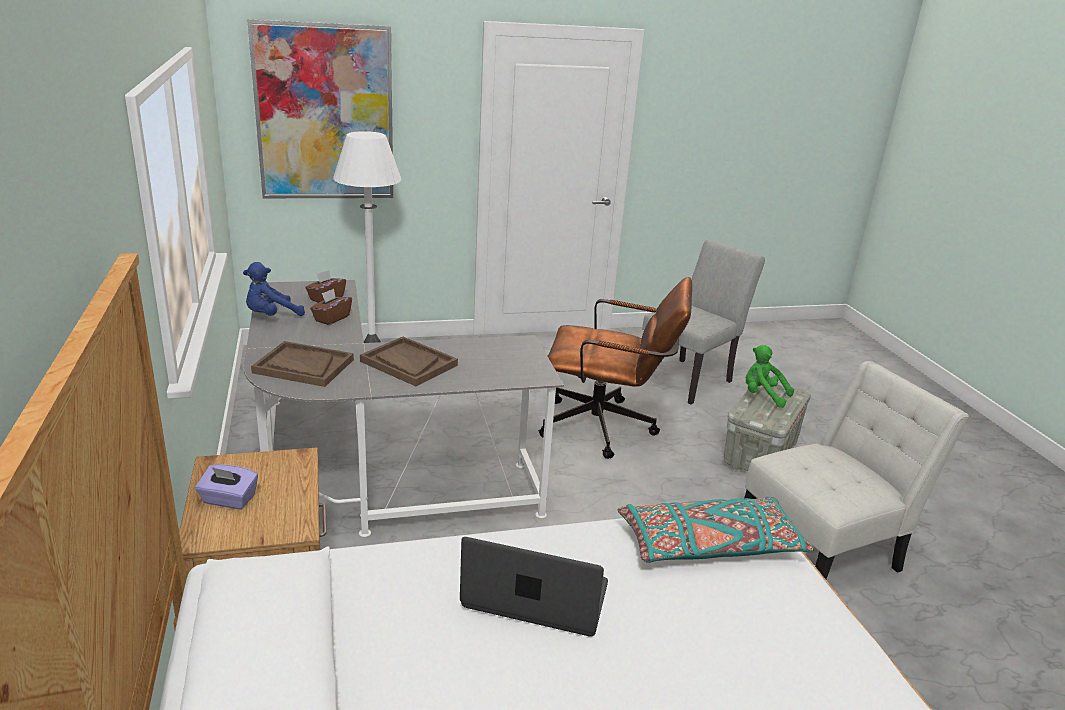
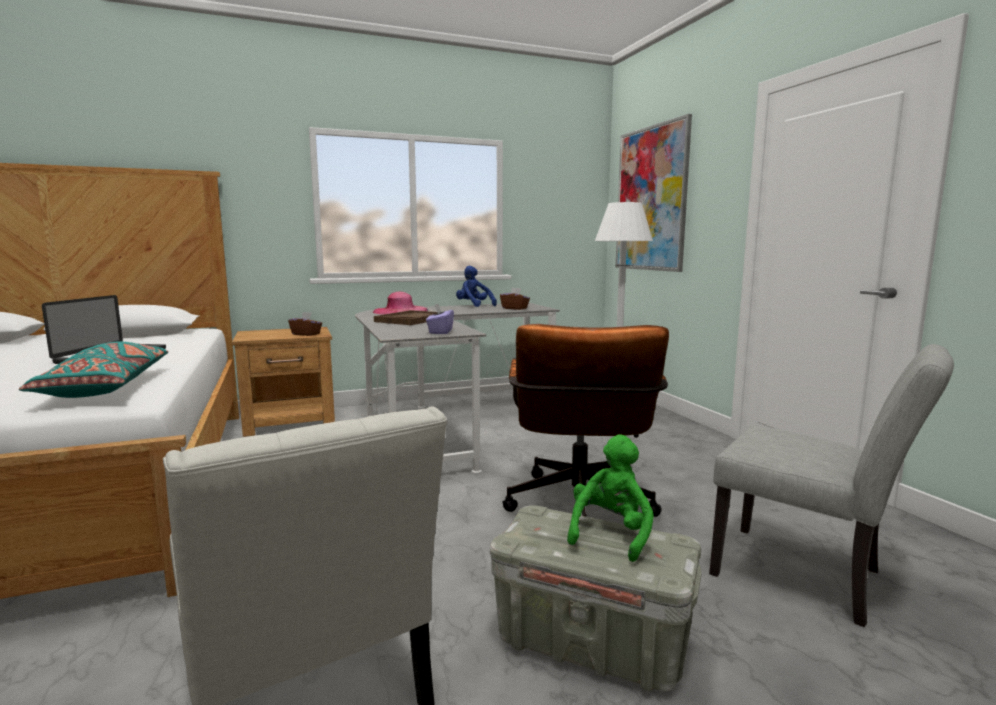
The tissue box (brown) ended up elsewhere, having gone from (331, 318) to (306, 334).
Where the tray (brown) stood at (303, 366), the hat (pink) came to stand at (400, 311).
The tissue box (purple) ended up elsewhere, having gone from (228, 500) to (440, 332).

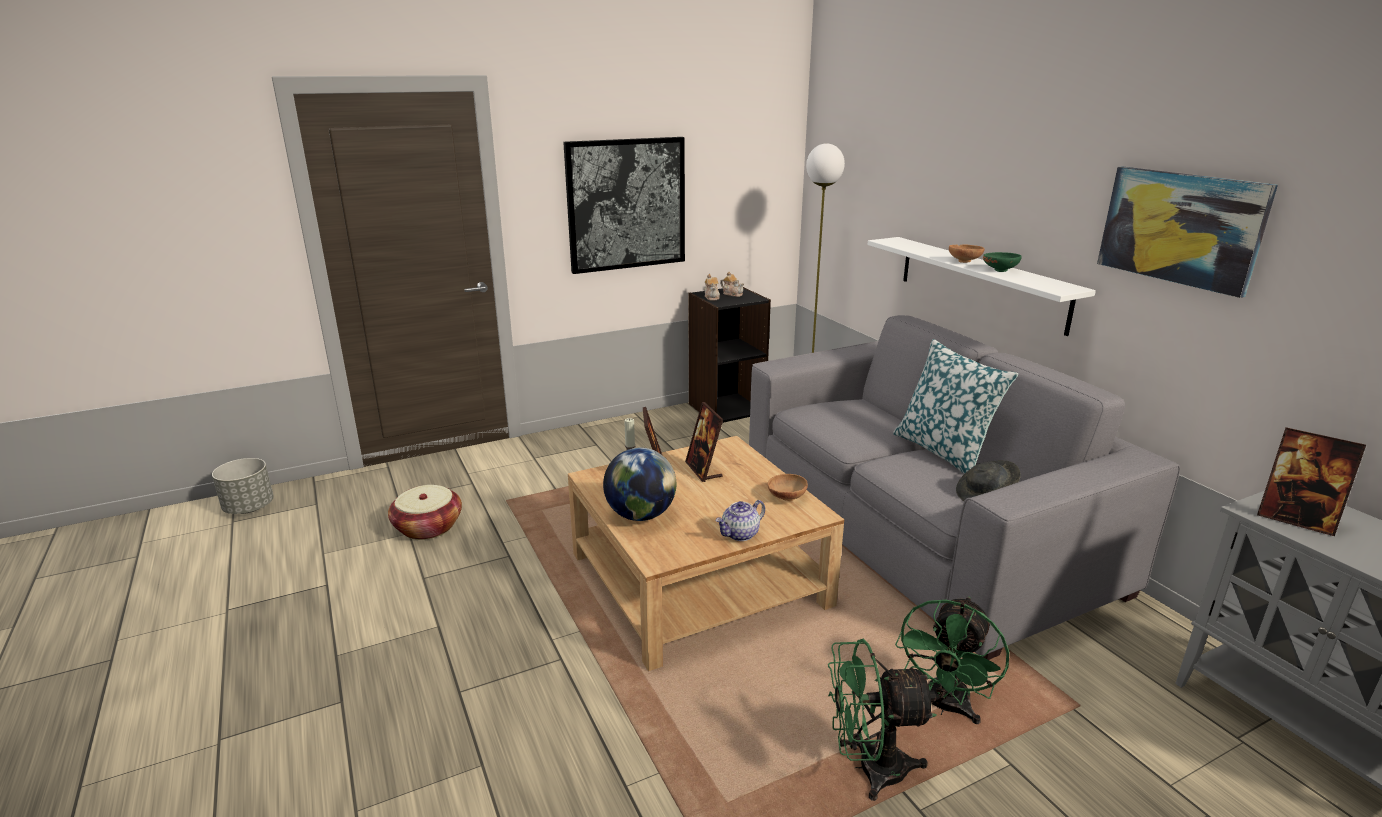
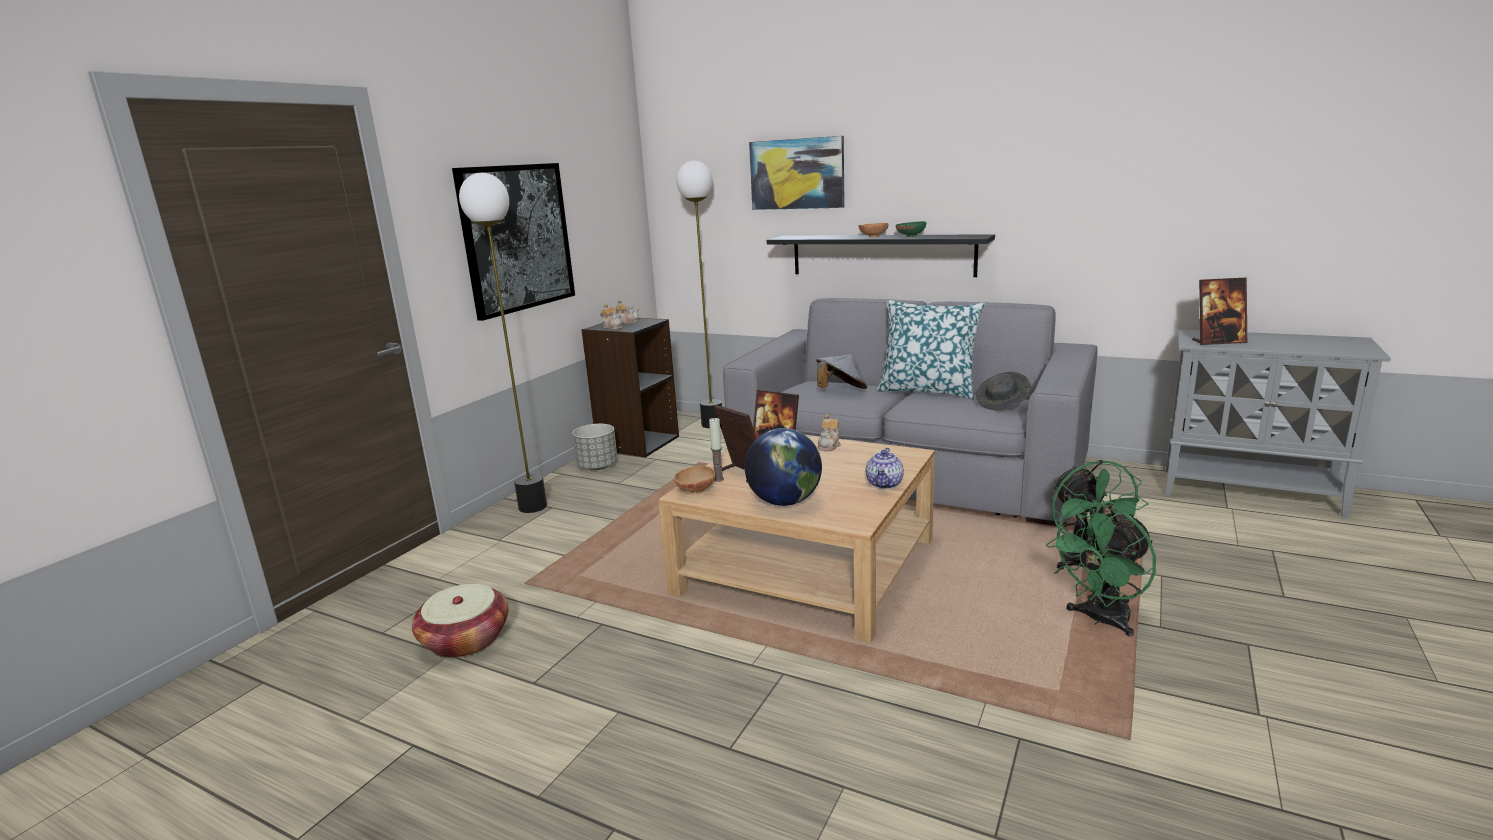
The second view gained the floor lamp at (532, 507).
The planter (grey) ended up elsewhere, having gone from (249, 508) to (598, 466).
The bowl (brown) ended up elsewhere, having gone from (786, 497) to (695, 491).
The picture ended up elsewhere, having gone from (1180, 228) to (797, 174).
What was the shelf (white) at (980, 282) turned into the shelf (black) at (881, 255).
The second view gained the hat (grey) at (841, 391).
The second view gained the teapot at (829, 445).

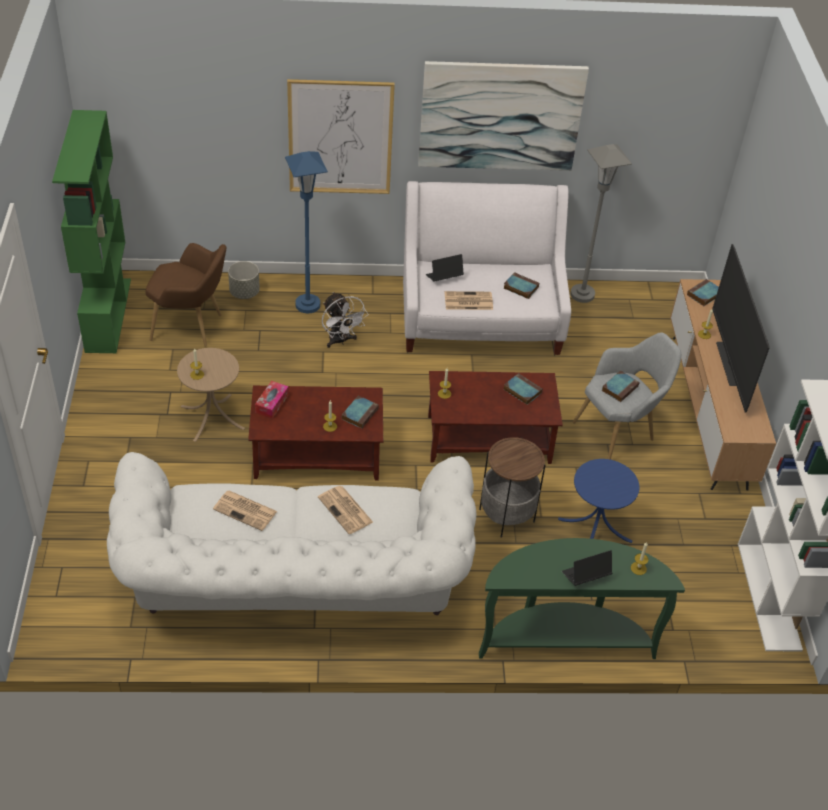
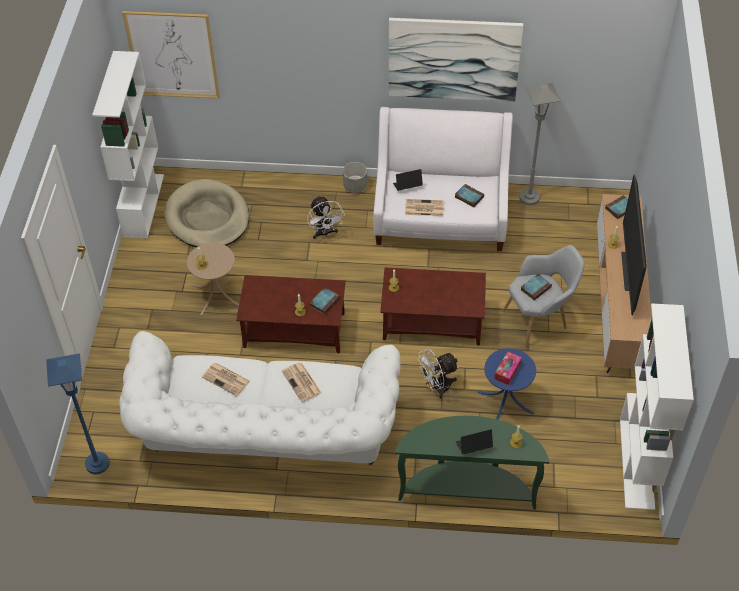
The floor lamp (blue) ended up elsewhere, having gone from (307, 305) to (97, 464).
What was the bookcase (green) at (107, 314) turned into the bookcase (white) at (143, 205).
The picture ended up elsewhere, having gone from (340, 137) to (172, 55).
Where the armchair (brown) stood at (191, 327), the dog bed (beige) came to stand at (208, 218).
The planter (grey) ended up elsewhere, having gone from (244, 292) to (355, 186).
Where the side table stood at (506, 515), the fan (white) came to stand at (437, 387).
The tissue box ended up elsewhere, having gone from (272, 403) to (507, 371).
The second view lost the book at (521, 391).

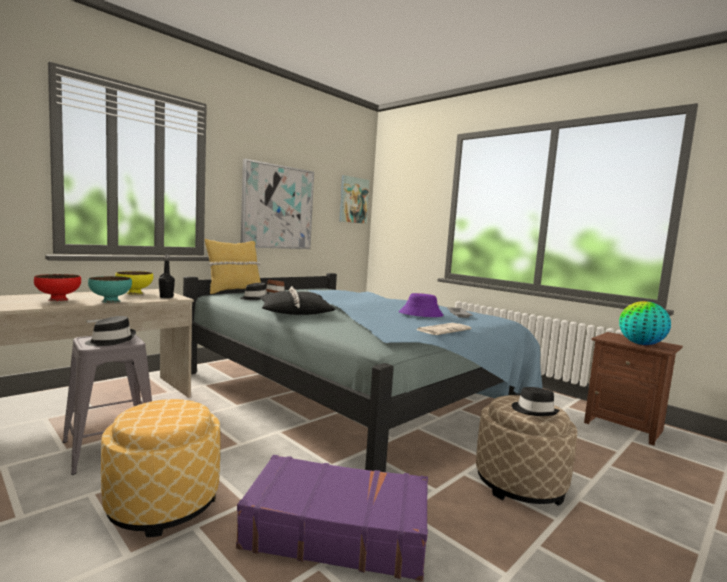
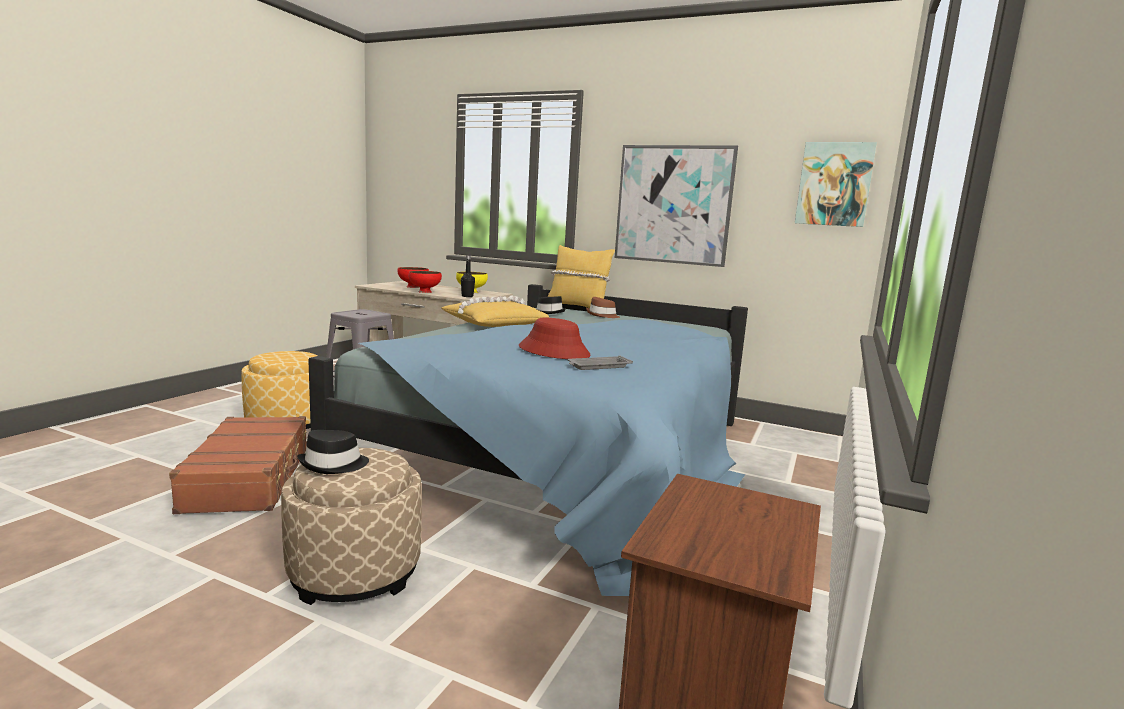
What was the suitcase (purple) at (336, 530) turned into the suitcase (brown) at (250, 478).
What was the bowl (turquoise) at (110, 301) turned into the bowl (red) at (425, 291).
What was the pillow (black) at (294, 312) turned into the pillow (yellow) at (493, 323).
What was the hat (purple) at (421, 314) turned into the hat (red) at (554, 351).
The second view lost the hat (black) at (110, 340).
The second view lost the newspaper at (443, 330).
The second view lost the globe at (640, 344).

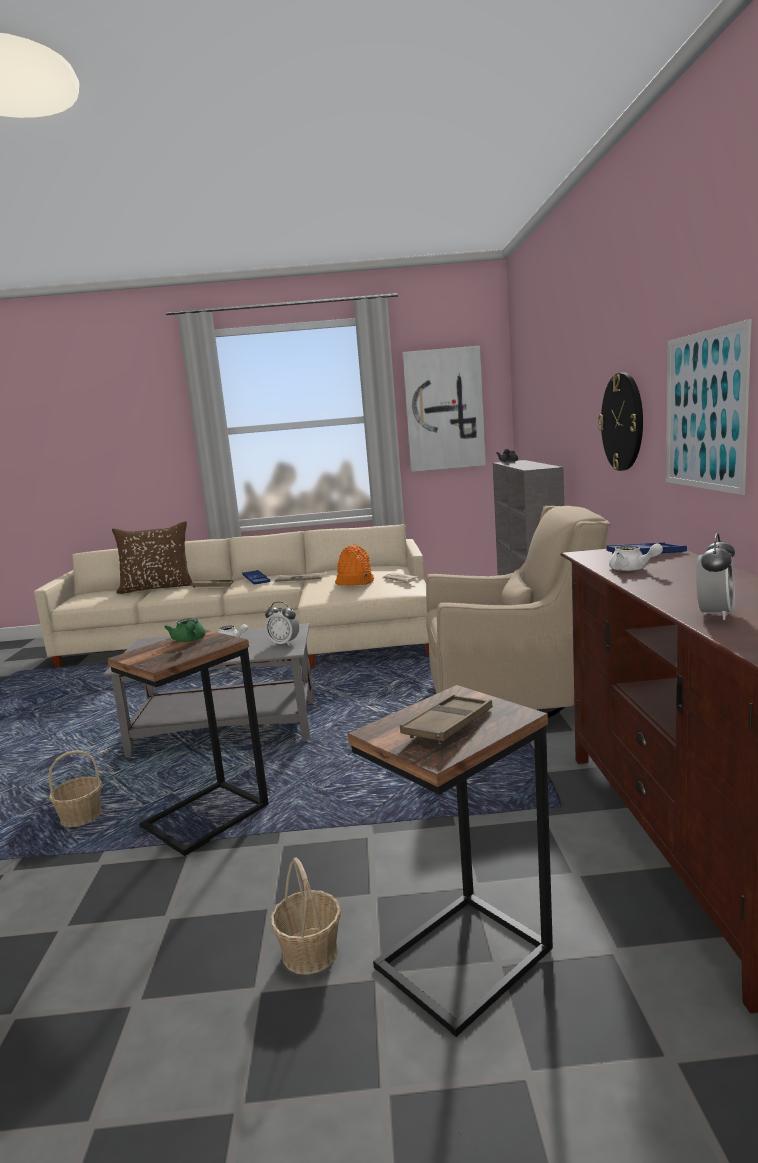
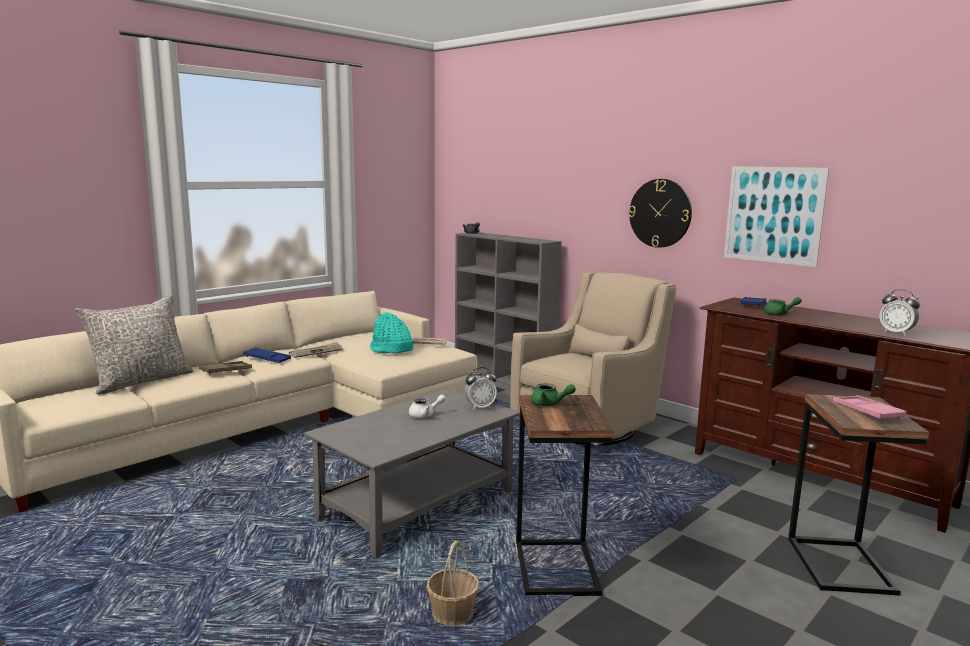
What was the pillow (brown) at (157, 588) turned into the pillow (grey) at (141, 381).
What was the hat (orange) at (354, 582) turned into the hat (turquoise) at (391, 349).
What was the teapot (white) at (632, 569) turned into the teapot (green) at (779, 314).
What was the tray (brown) at (448, 725) turned into the tray (pink) at (867, 412).
The alarm clock at (715, 614) ended up facing another way, 150 degrees clockwise from before.
The second view lost the basket at (310, 952).
The second view lost the picture at (444, 409).

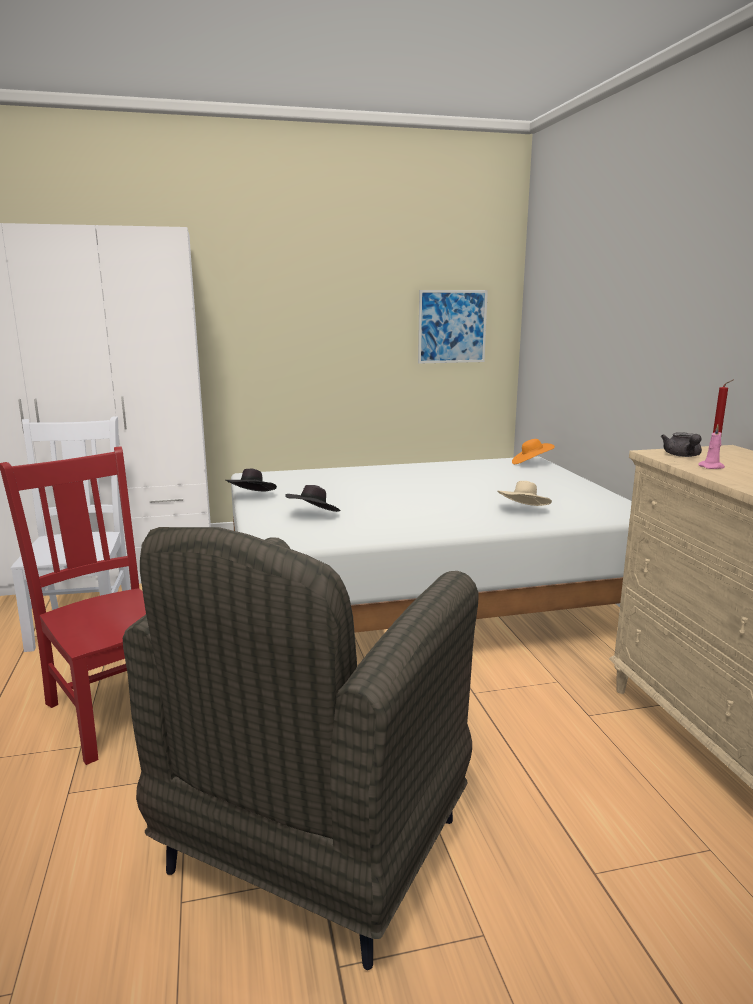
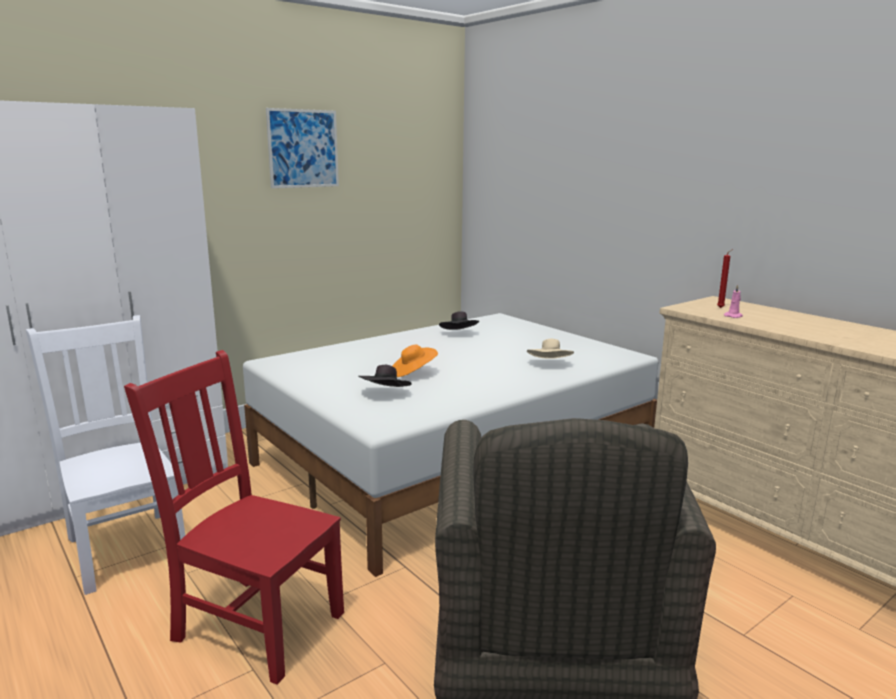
The picture ended up elsewhere, having gone from (452, 326) to (303, 148).
The hat (orange) ended up elsewhere, having gone from (531, 463) to (413, 373).
The hat (black) ended up elsewhere, having gone from (252, 497) to (459, 334).
The second view lost the teapot (grey) at (683, 456).

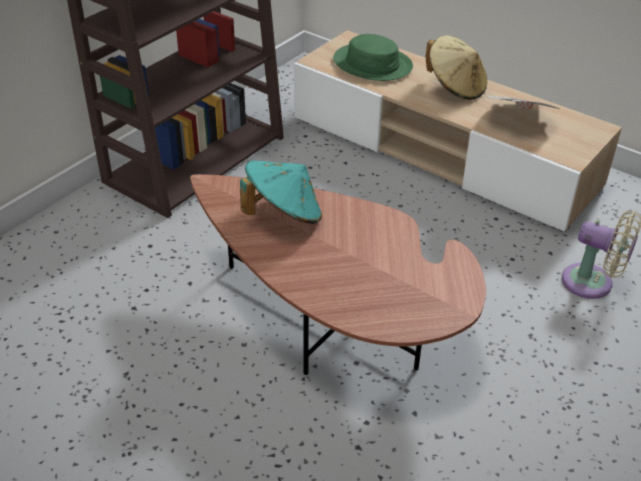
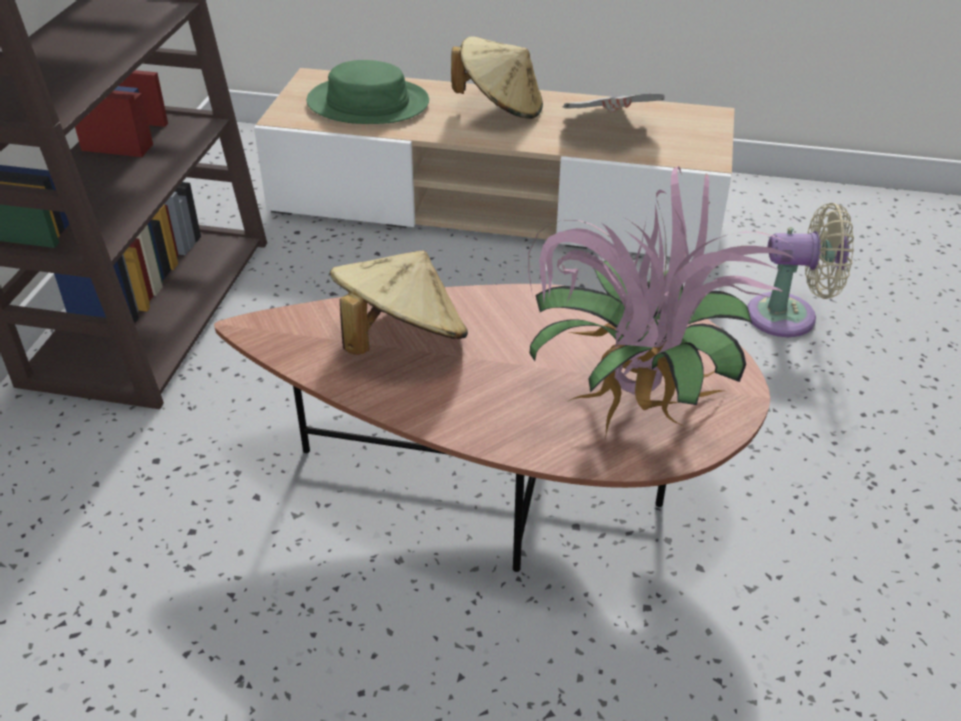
What was the hat (turquoise) at (283, 214) turned into the hat (beige) at (400, 339).
The second view gained the potted plant at (632, 405).

